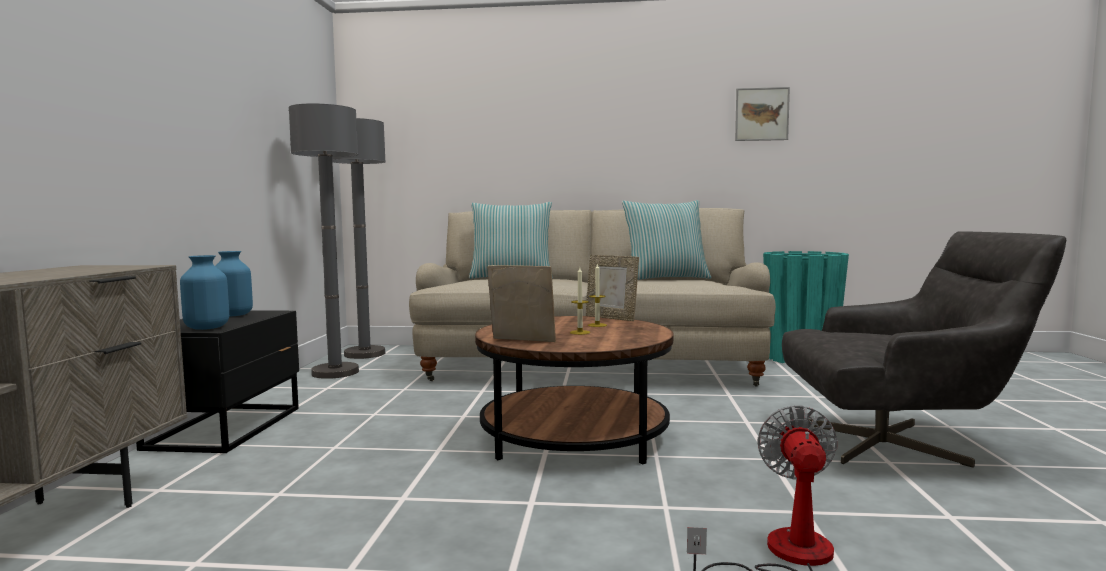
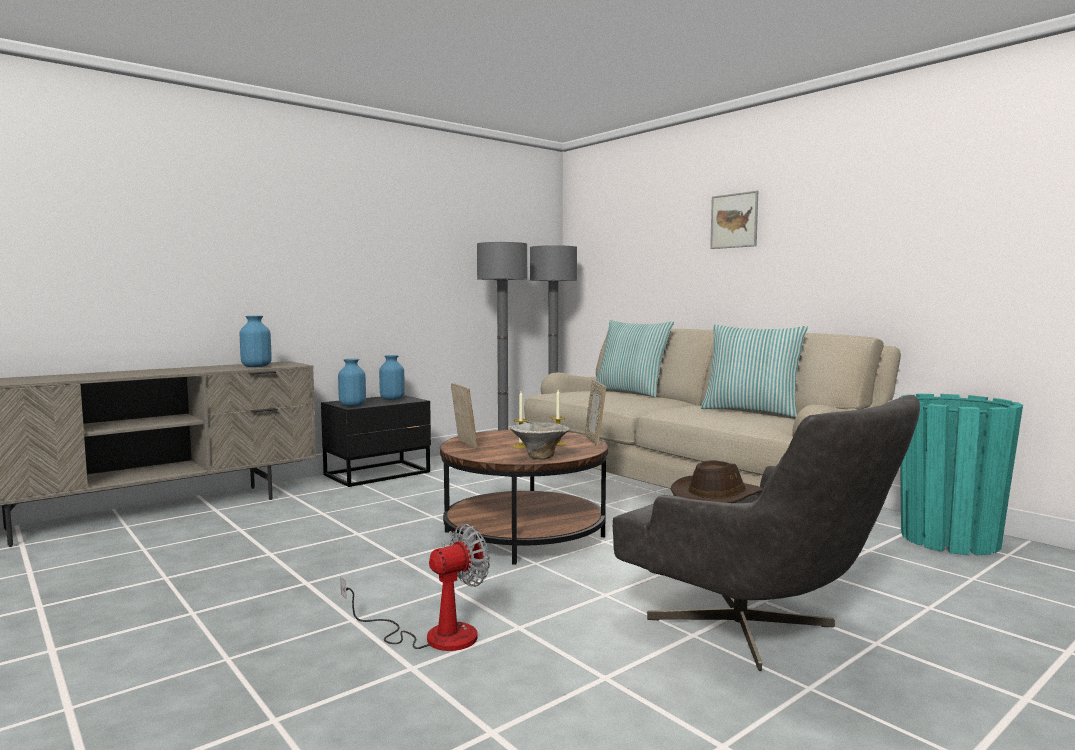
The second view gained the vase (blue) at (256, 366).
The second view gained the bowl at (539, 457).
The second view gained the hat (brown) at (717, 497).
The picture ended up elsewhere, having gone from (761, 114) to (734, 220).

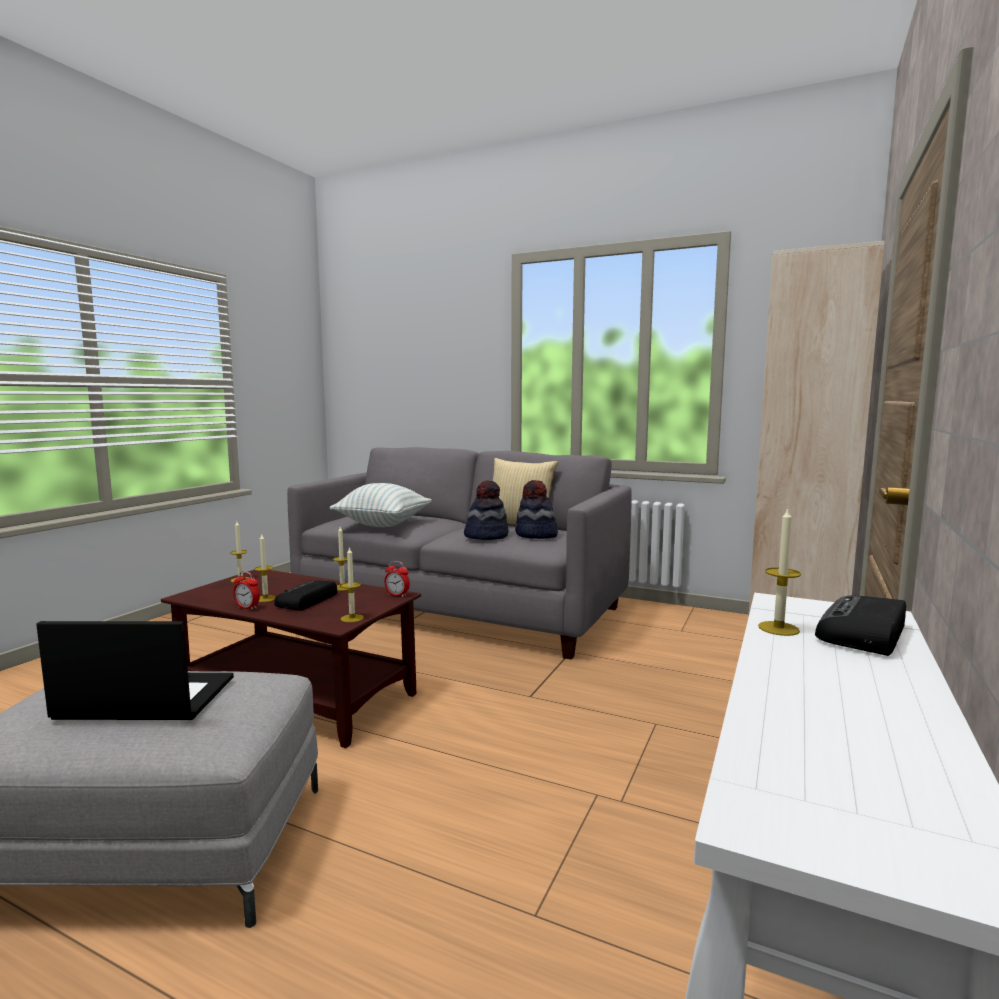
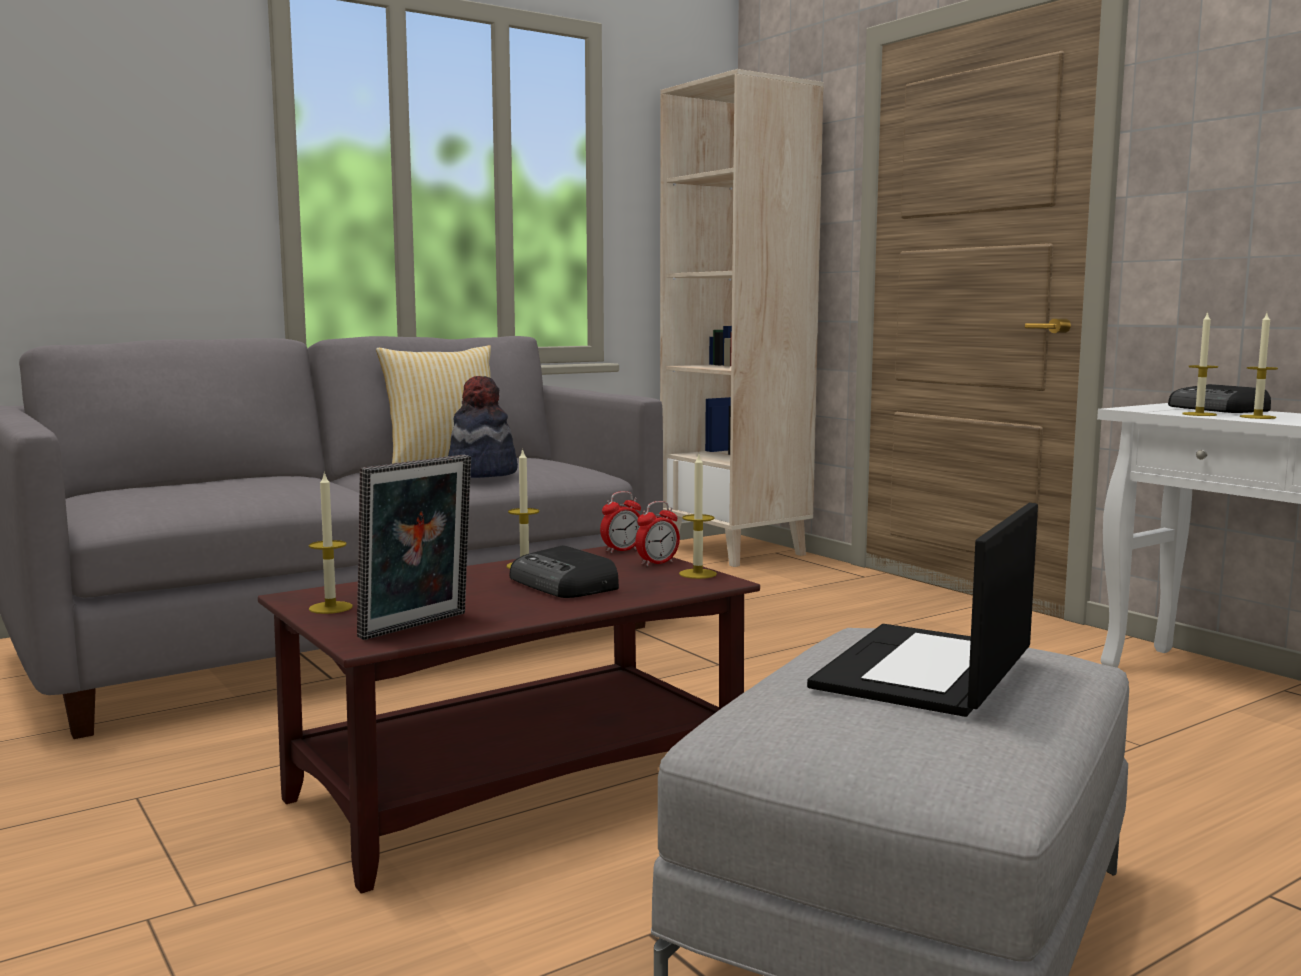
The second view gained the picture frame at (418, 626).
The alarm clock ended up elsewhere, having gone from (247, 608) to (657, 563).
The candle ended up elsewhere, having gone from (265, 598) to (1257, 417).
The second view lost the pillow at (383, 524).
The second view lost the hat at (536, 535).

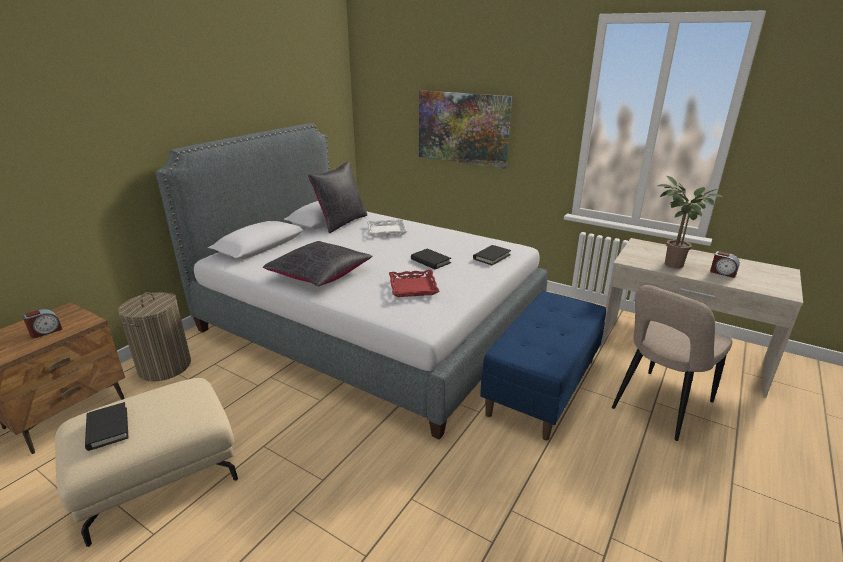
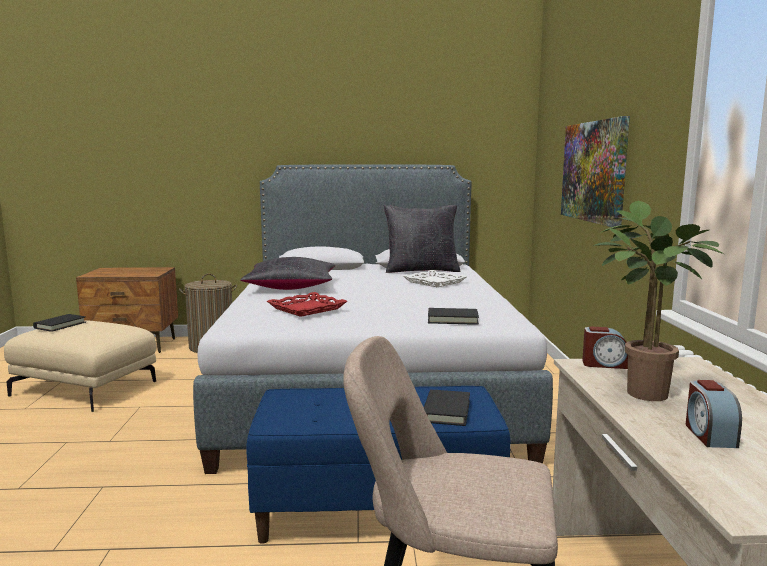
The book (black) ended up elsewhere, having gone from (430, 261) to (446, 411).
The alarm clock ended up elsewhere, having gone from (46, 331) to (604, 364).

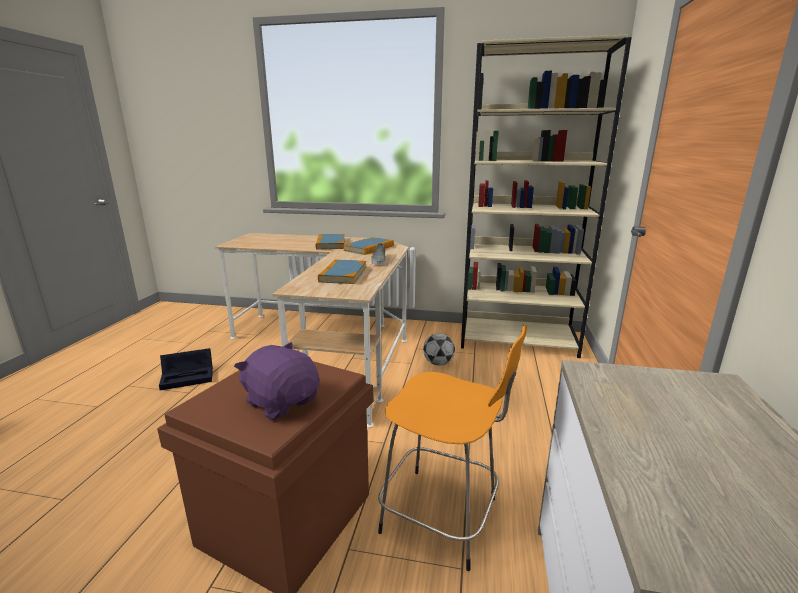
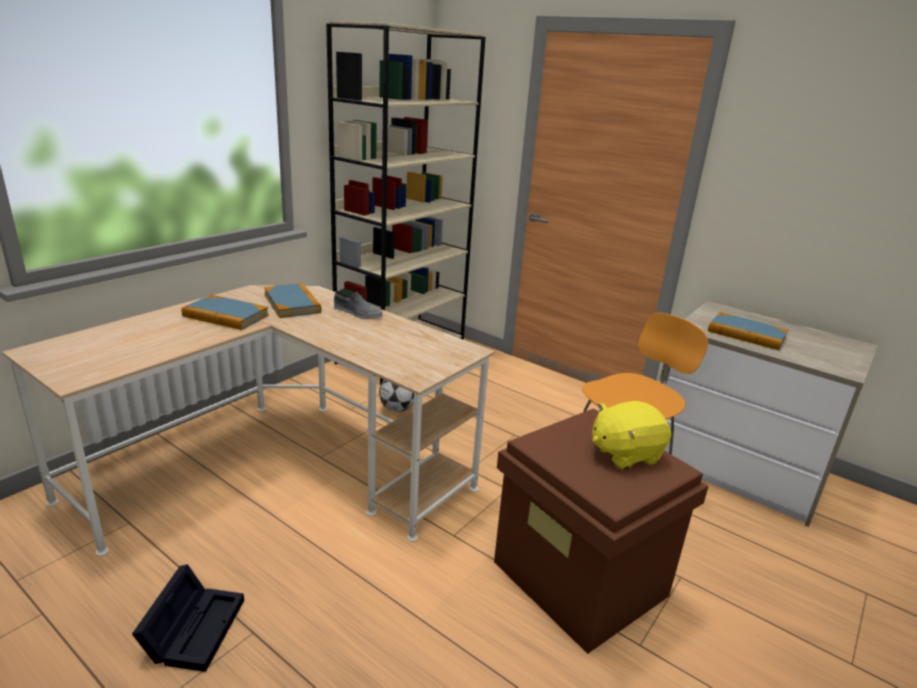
What was the plush toy (purple) at (282, 402) turned into the plush toy (yellow) at (624, 453).
The book ended up elsewhere, having gone from (343, 274) to (746, 334).

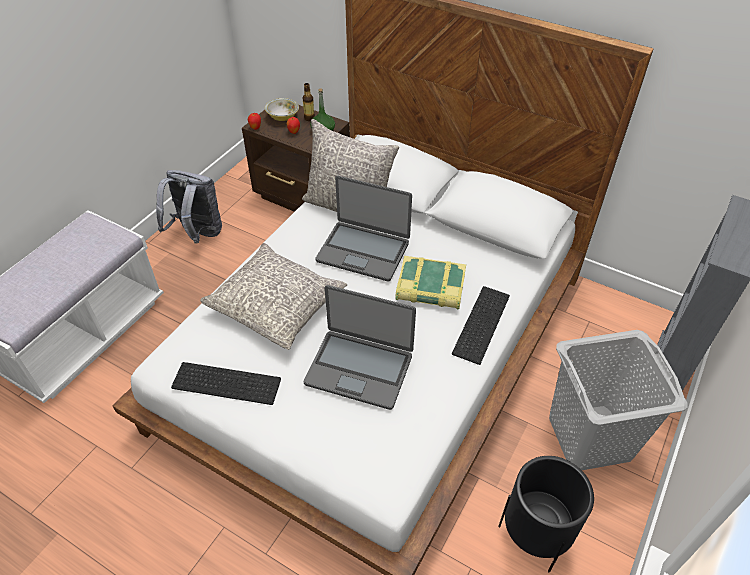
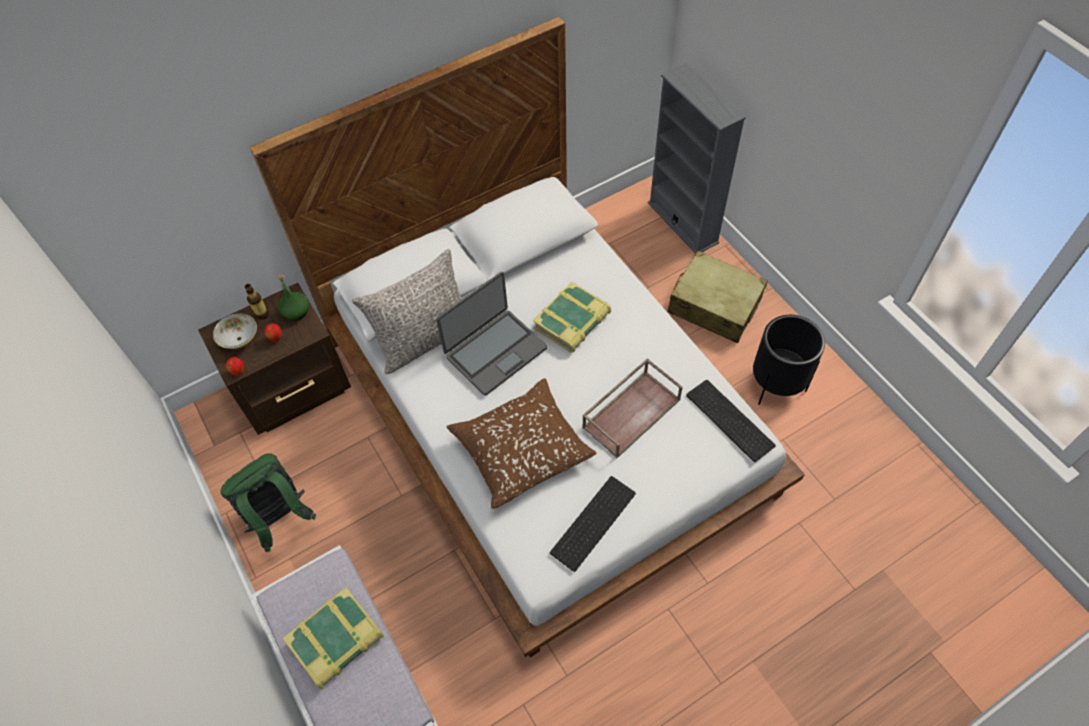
What was the backpack (grey) at (197, 234) turned into the backpack (green) at (280, 519).
The second view gained the book at (336, 640).
What was the pillow (grey) at (276, 305) turned into the pillow (brown) at (521, 449).
Where the laptop stood at (359, 368), the tray (brown) came to stand at (631, 412).
Where the laundry basket (grey) stood at (589, 436), the suitcase (beige) came to stand at (714, 306).
The keyboard ended up elsewhere, having gone from (480, 323) to (727, 420).

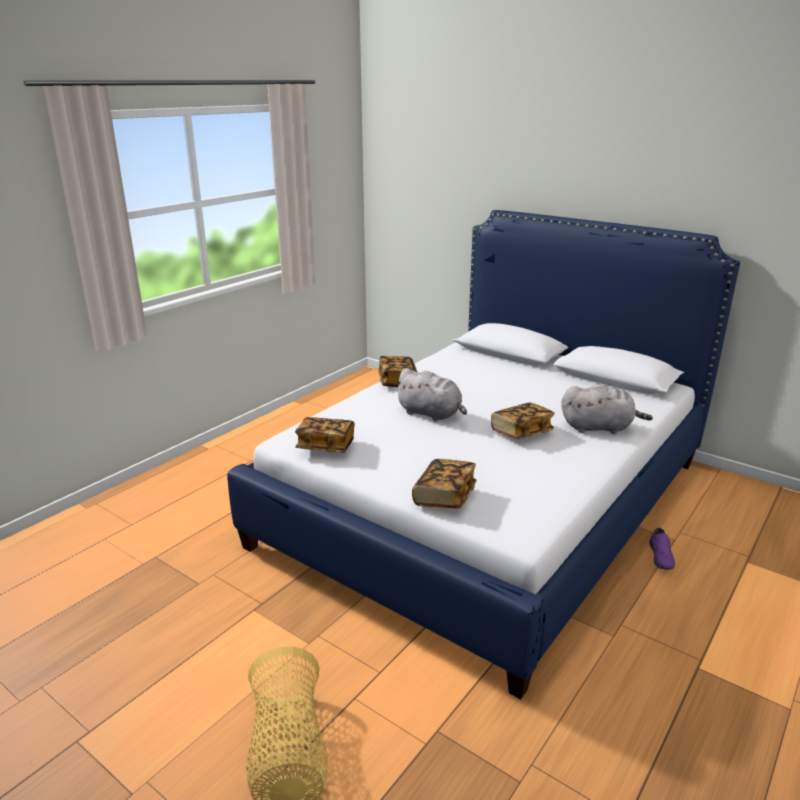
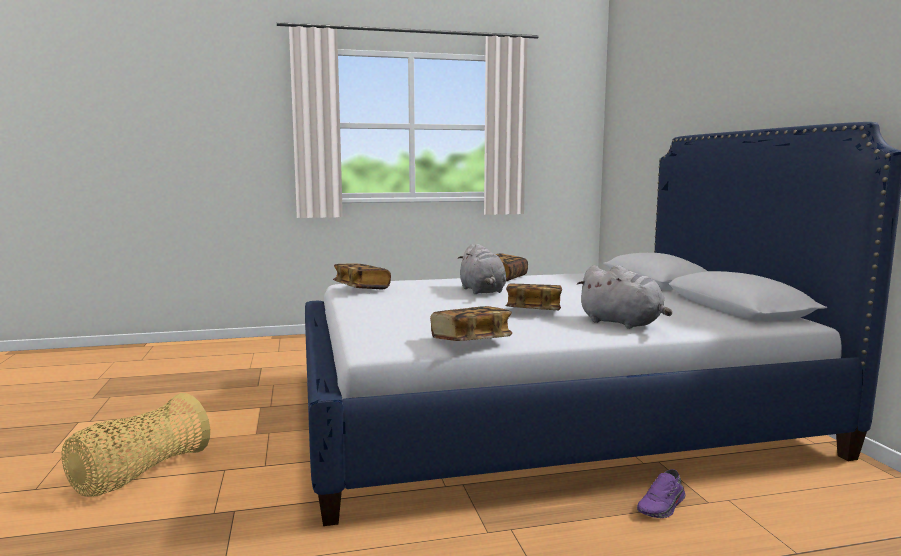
The book ended up elsewhere, having gone from (444, 497) to (470, 341).

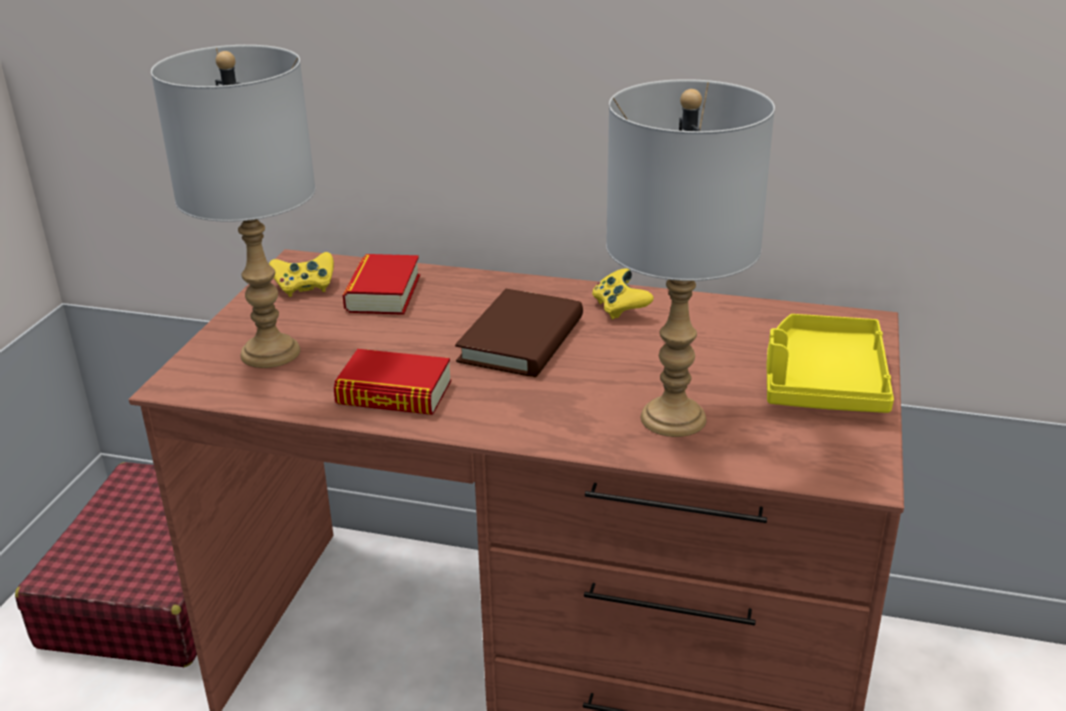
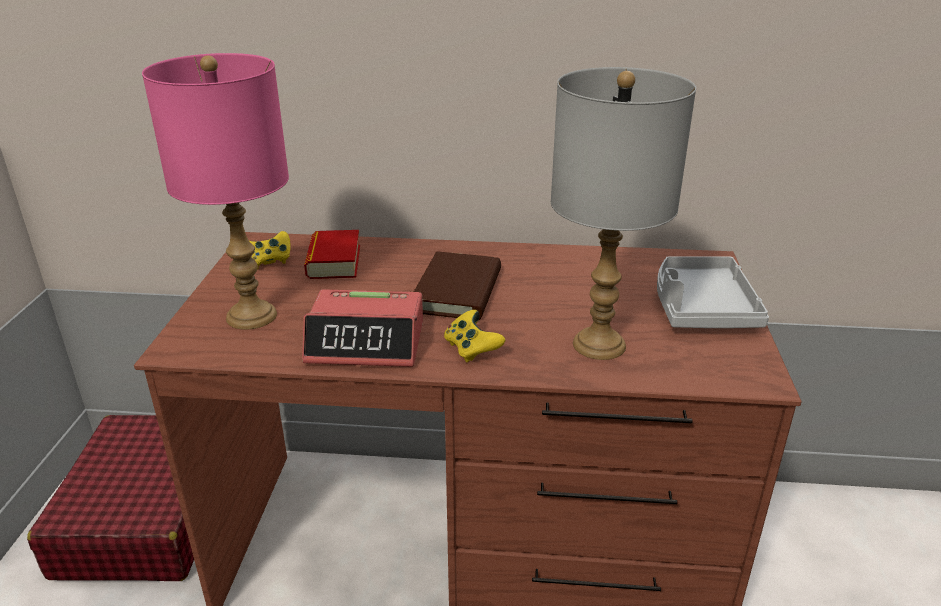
What was the table lamp (grey) at (269, 353) turned into the table lamp (pink) at (251, 316).
Where the book stood at (394, 393), the alarm clock came to stand at (366, 342).
The game controller (yellow) ended up elsewhere, having gone from (620, 308) to (471, 349).
What was the tray (yellow) at (822, 382) turned into the tray (grey) at (701, 307).

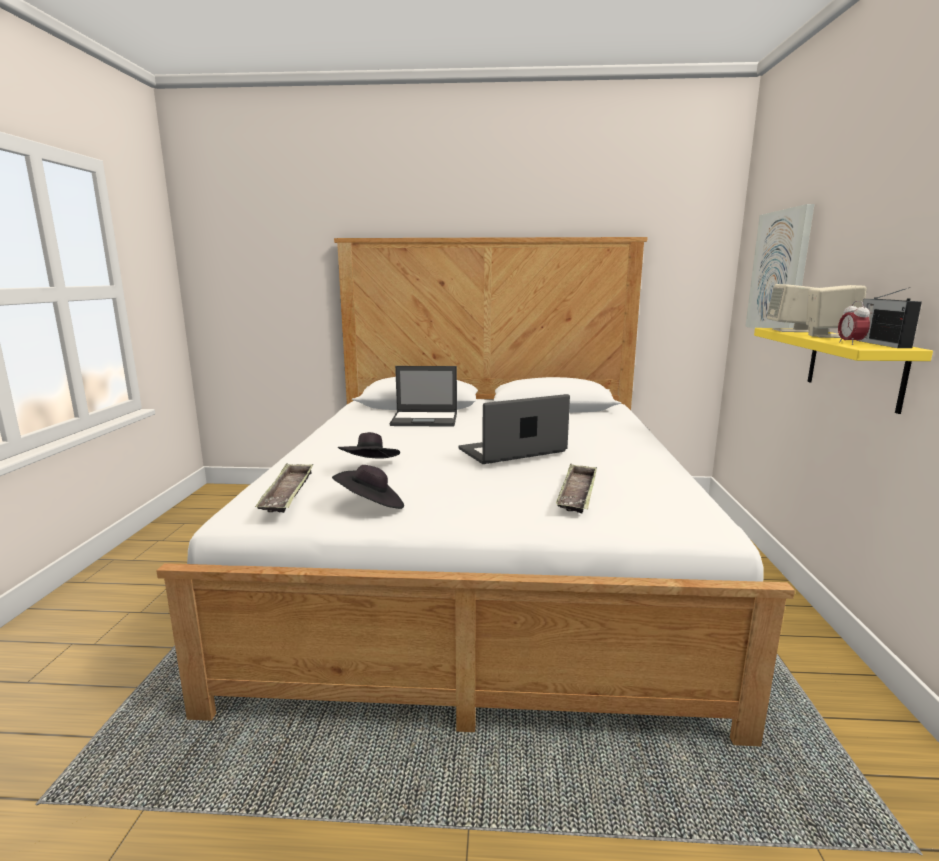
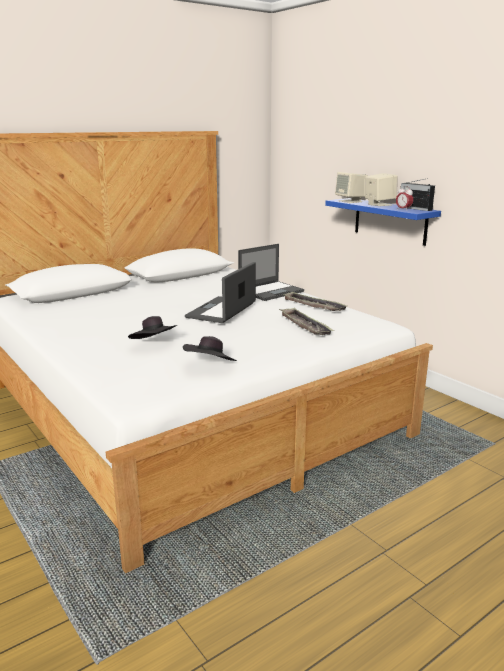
The laptop ended up elsewhere, having gone from (425, 419) to (271, 291).
The tray ended up elsewhere, having gone from (288, 493) to (313, 305).
What was the shelf (yellow) at (854, 366) turned into the shelf (blue) at (390, 221).
The second view lost the picture at (779, 272).

